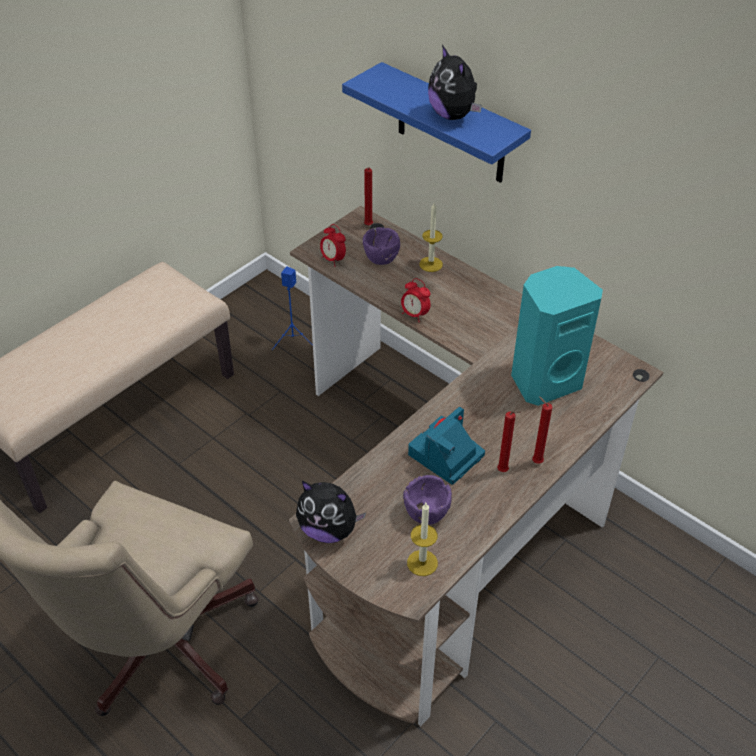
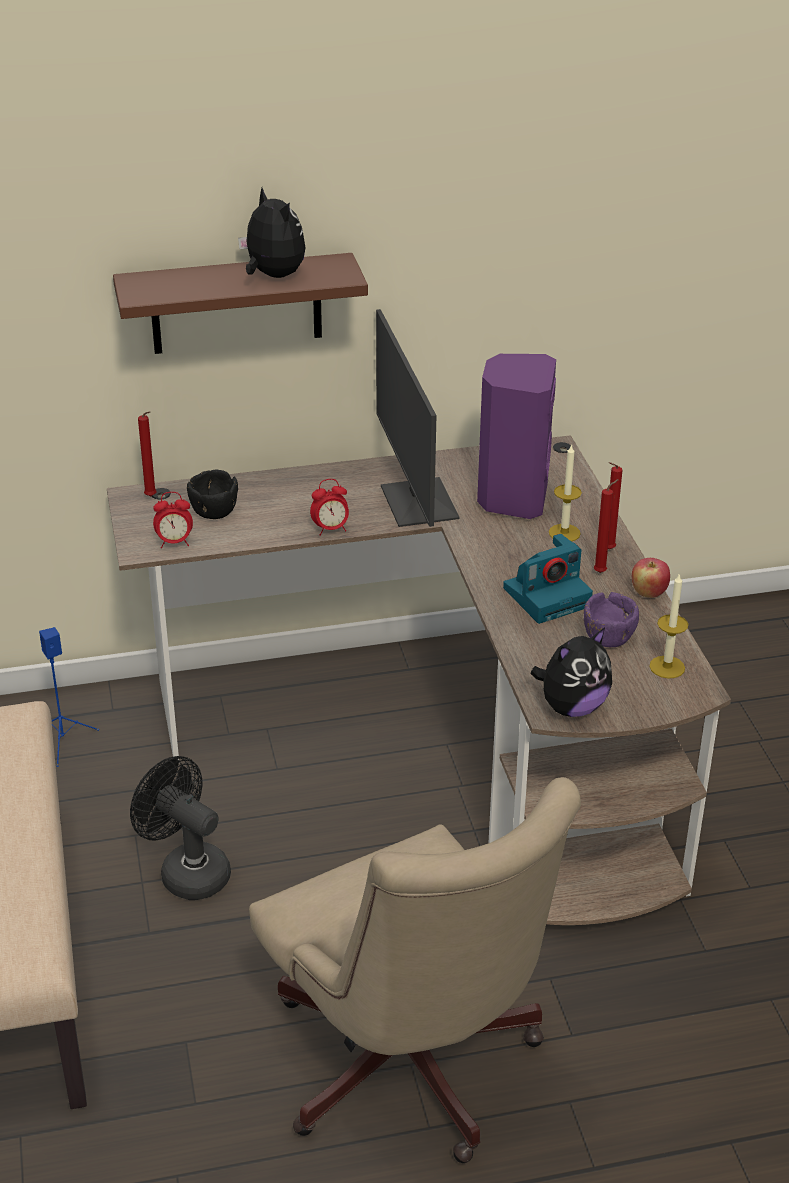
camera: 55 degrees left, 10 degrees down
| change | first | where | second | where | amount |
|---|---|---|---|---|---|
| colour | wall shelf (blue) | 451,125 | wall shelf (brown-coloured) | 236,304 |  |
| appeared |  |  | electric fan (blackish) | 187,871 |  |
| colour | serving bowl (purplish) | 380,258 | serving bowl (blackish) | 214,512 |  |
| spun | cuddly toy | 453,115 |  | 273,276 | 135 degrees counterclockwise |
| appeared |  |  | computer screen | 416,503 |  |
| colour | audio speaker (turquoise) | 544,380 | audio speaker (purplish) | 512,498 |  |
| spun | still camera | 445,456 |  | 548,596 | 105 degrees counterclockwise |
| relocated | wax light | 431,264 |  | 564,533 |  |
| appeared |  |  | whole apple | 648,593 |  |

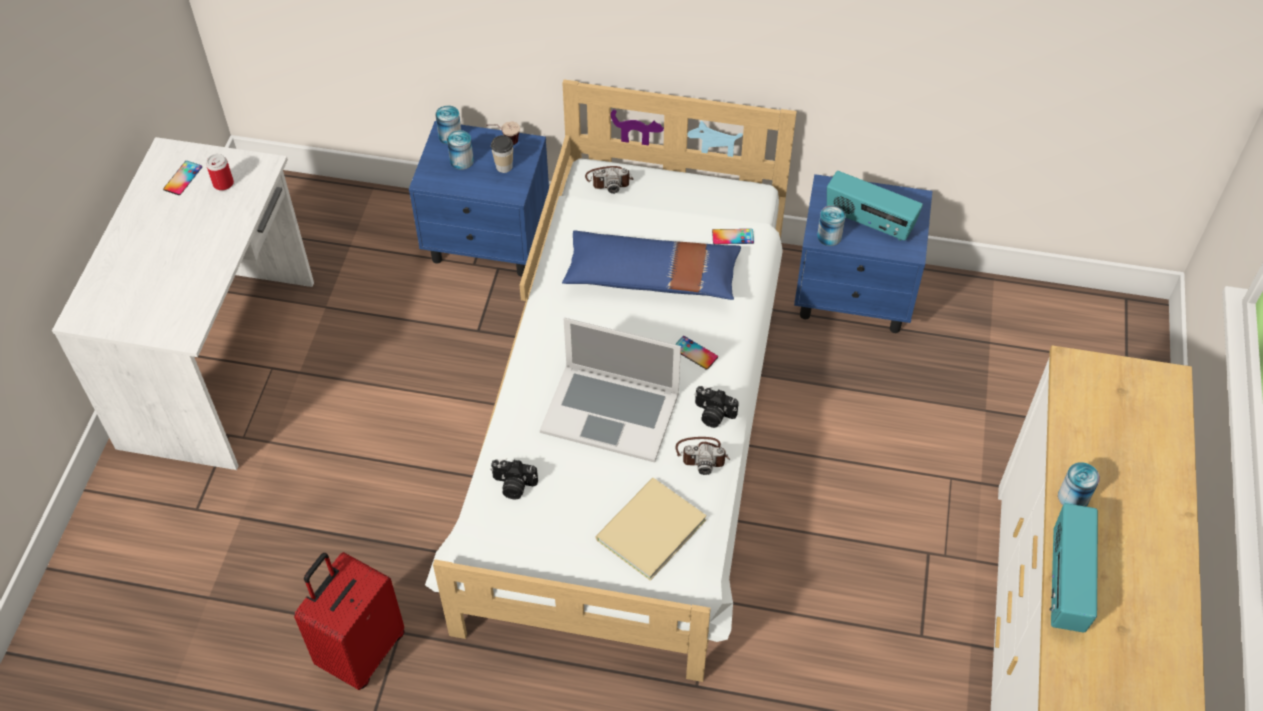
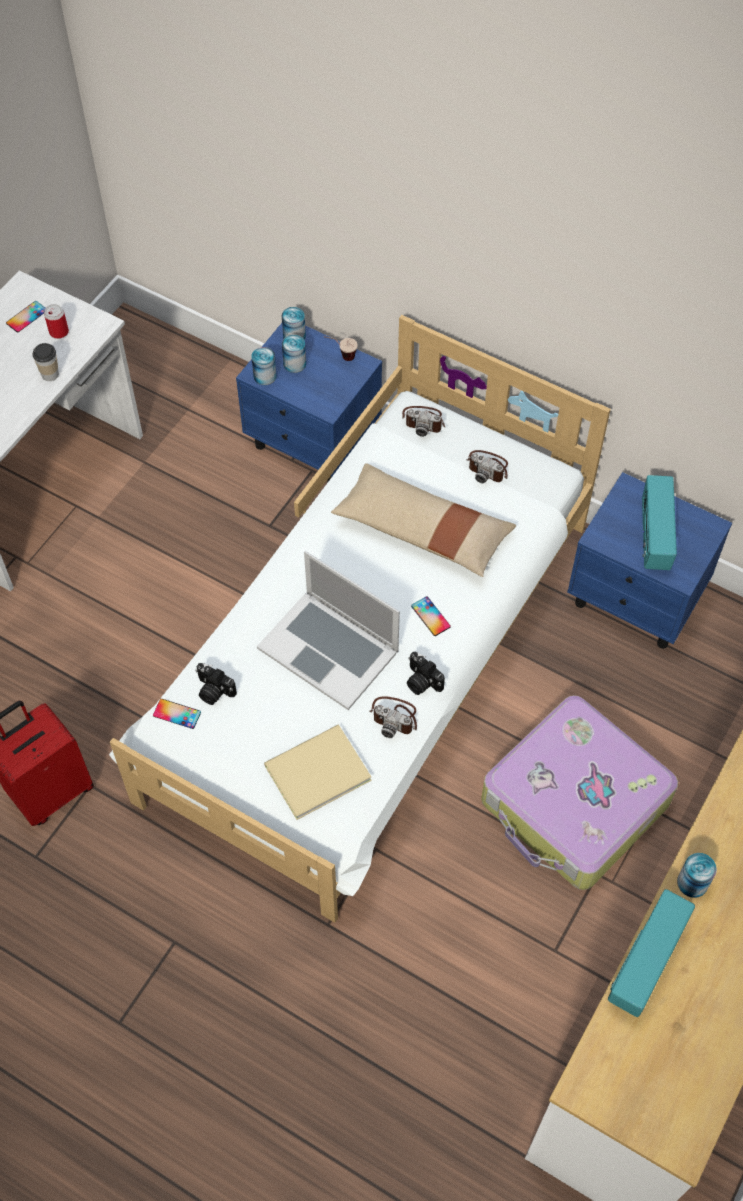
camera: 20 degrees right, 5 degrees up
| change | first | where | second | where | amount |
|---|---|---|---|---|---|
| relocated | small cup | 504,166 |  | 50,374 |  |
| relocated | phone | 733,237 |  | 177,714 |  |
| relocated | sealed can | 829,236 |  | 265,376 |  |
| colour | pillow (blue) | 652,277 | pillow (sand-coloured) | 422,530 |  |
| appeared |  |  | still camera | 488,468 |  |
| appeared |  |  | suitcase | 574,804 |  |
| spun | radio receiver | 869,222 |  | 653,537 | 45 degrees clockwise |

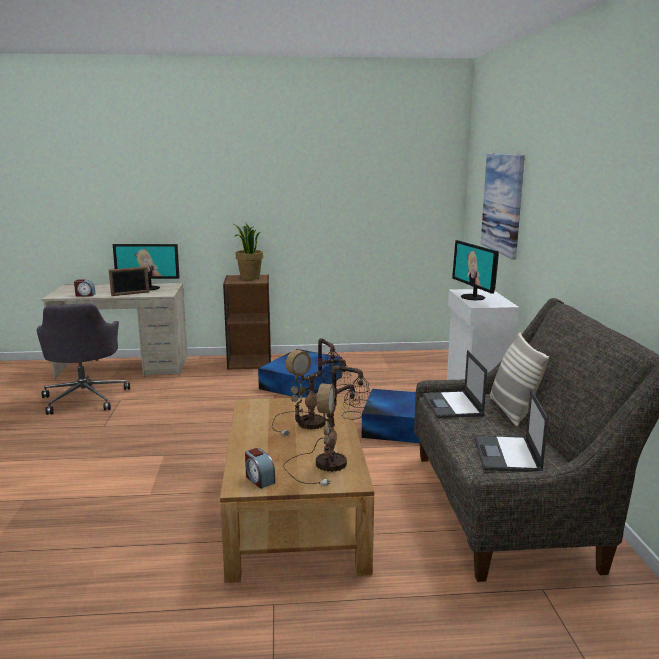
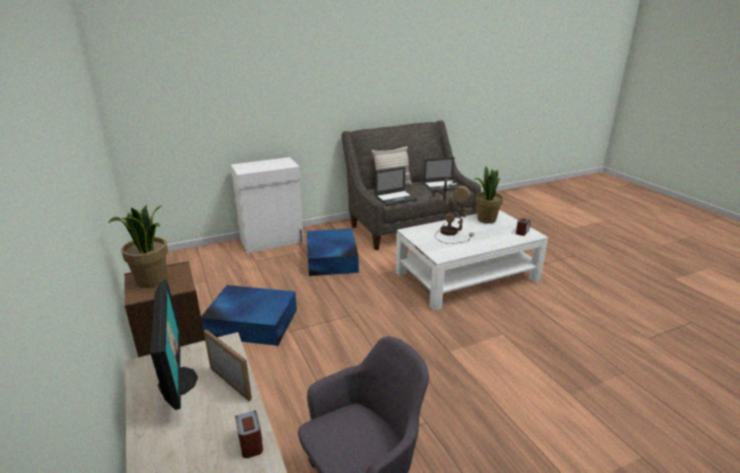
camera: 110 degrees left, 10 degrees up
| change | first | where | second | where | amount |
|---|---|---|---|---|---|
| colour | low table (brown-coloured) | 295,512 | low table (white-coloured) | 467,276 |  |
| exchanged | tabletop lamp | 333,463 | plant in a pot | 486,219 |  |
| missing | computer screen | 473,297 |  |  |  |
| missing | wall art | 502,203 |  |  |  |

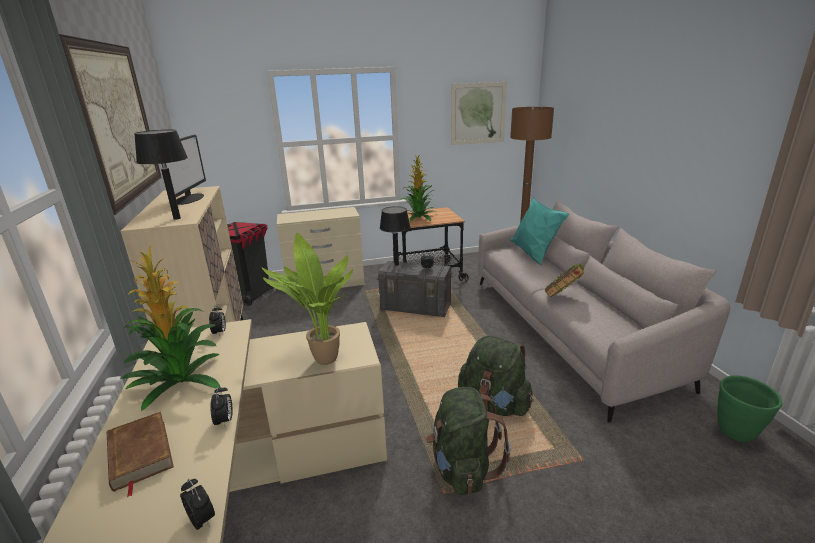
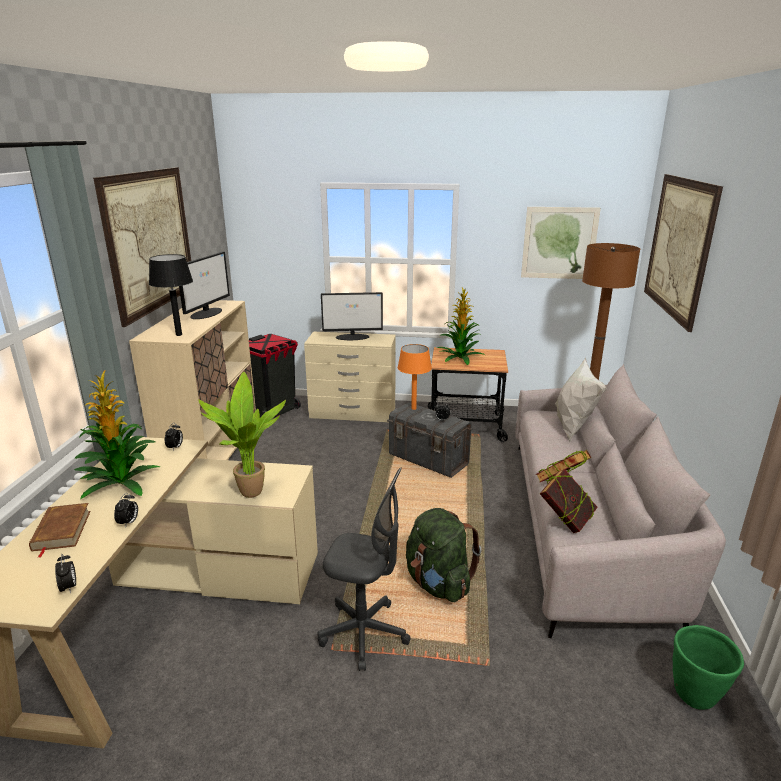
camera: 20 degrees right, 0 degrees up
| change | first | where | second | where | amount |
|---|---|---|---|---|---|
| exchanged | rucksack (greenish) | 462,468 | desk chair (gray) | 364,633 |  |
| appeared |  |  | computer screen | 353,337 |  |
| colour | tabletop lamp (blackish) | 396,264 | tabletop lamp (orangey) | 414,408 |  |
| appeared |  |  | book | 565,521 |  |
| colour | pillow (turquoise) | 533,255 | pillow (white-coloured) | 572,427 |  |
| appeared |  |  | wall art | 678,247 |  |

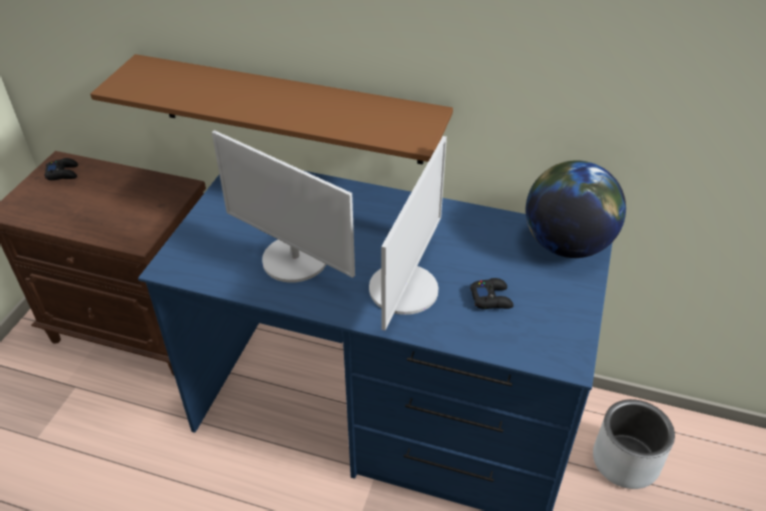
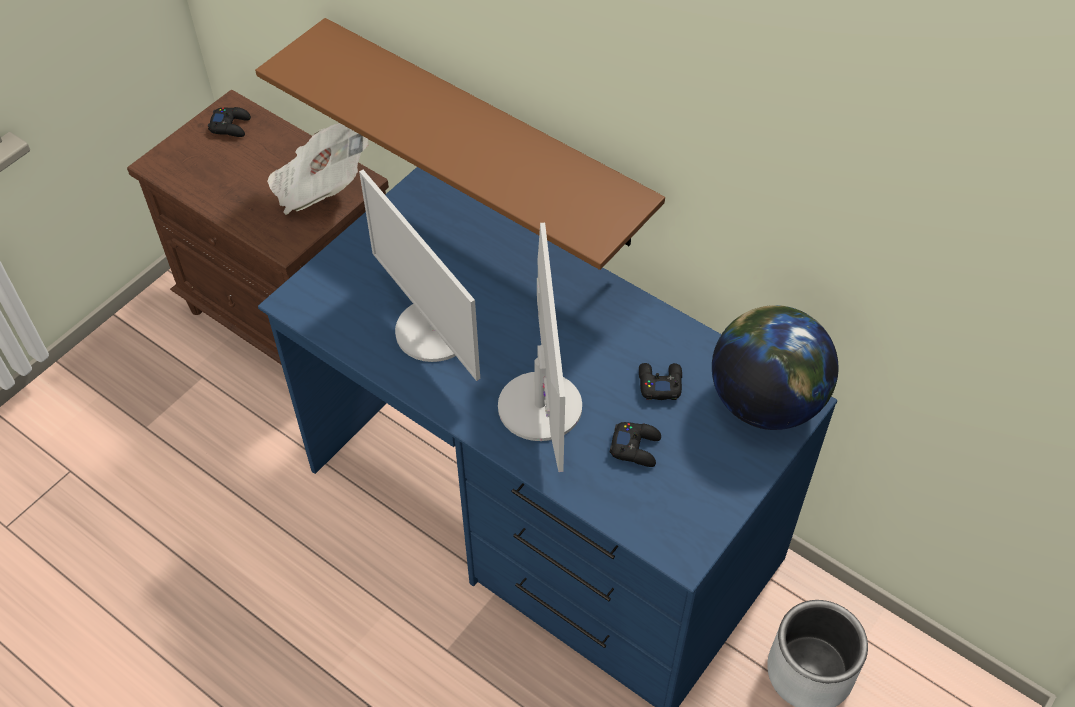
camera: 20 degrees right, 10 degrees up
| change | first | where | second | where | amount |
|---|---|---|---|---|---|
| appeared |  |  | printed paper | 319,187 |  |
| spun | computer screen | 404,289 |  | 541,406 | 45 degrees counterclockwise |
| appeared |  |  | gamepad (blackish) | 659,383 |  |

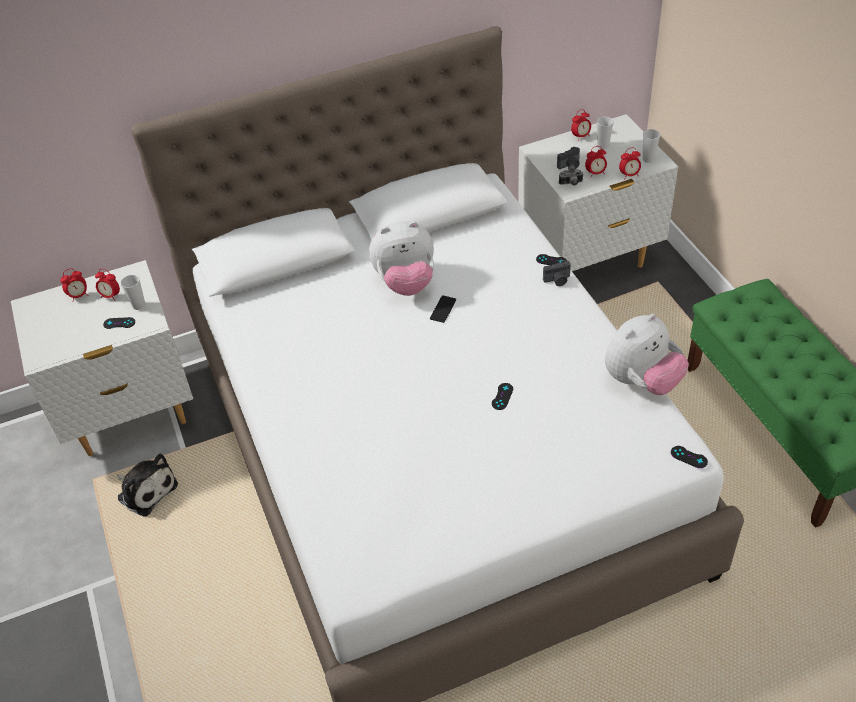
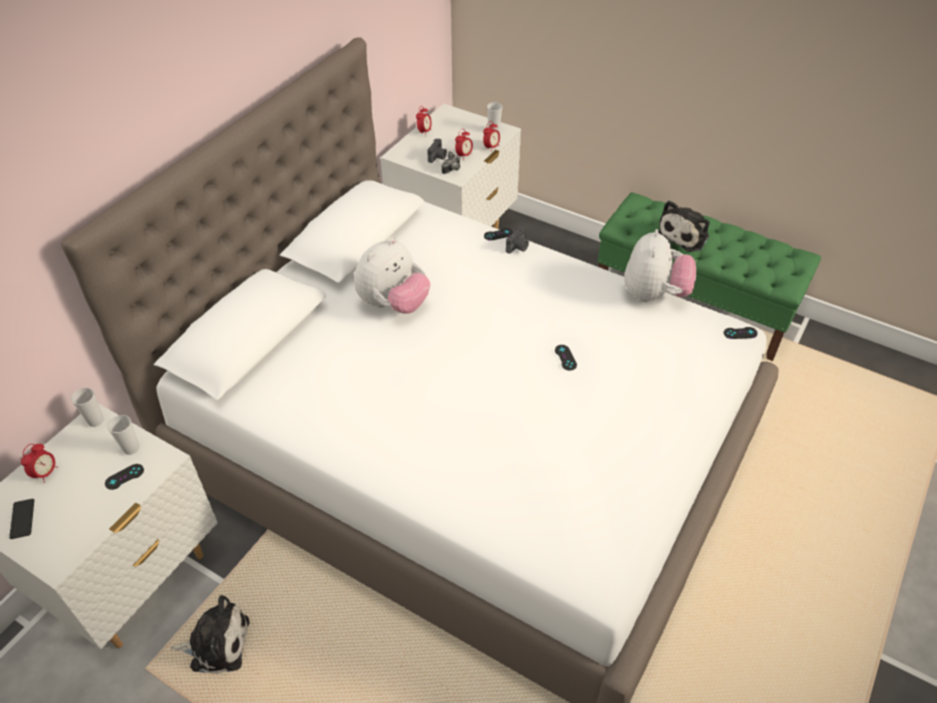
camera: 40 degrees left, 0 degrees up
| change | first | where | second | where | amount |
|---|---|---|---|---|---|
| relocated | phone | 443,309 |  | 22,519 |  |
| relocated | small cup | 603,146 |  | 95,421 |  |
| appeared |  |  | cuddly toy | 684,235 |  |
| missing | bedside clock | 111,296 |  |  |  |

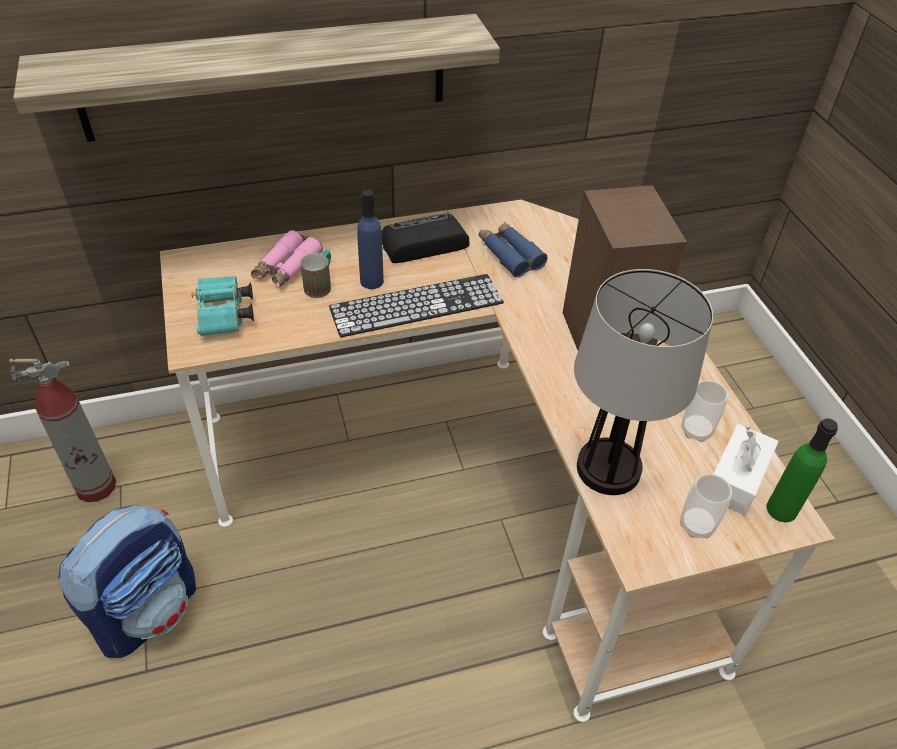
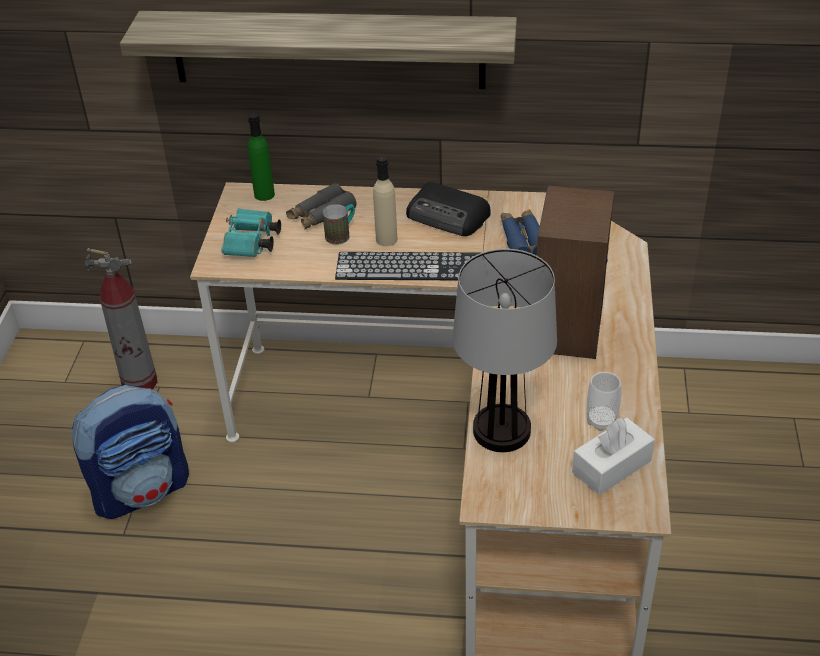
camera: 25 degrees right, 5 degrees down
| change | first | where | second | where | amount |
|---|---|---|---|---|---|
| relocated | beverage bottle (greenish) | 781,509 |  | 264,194 |  |
| colour | pair of binoculars (pink-coloured) | 287,268 | pair of binoculars (gray) | 321,215 |  |
| colour | beverage bottle (blue) | 371,281 | beverage bottle (sand-coloured) | 386,239 |  |
| spun | radio receiver | 422,244 |  | 448,216 | 150 degrees counterclockwise |
| missing | small cup | 696,525 |  |  |  |

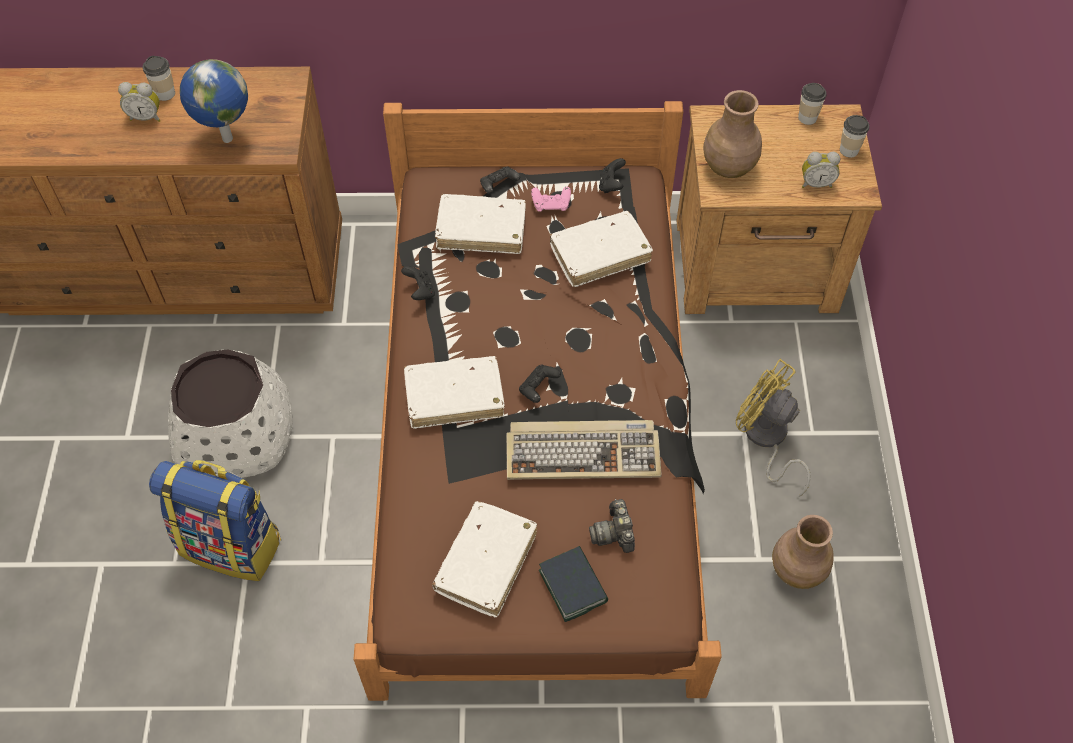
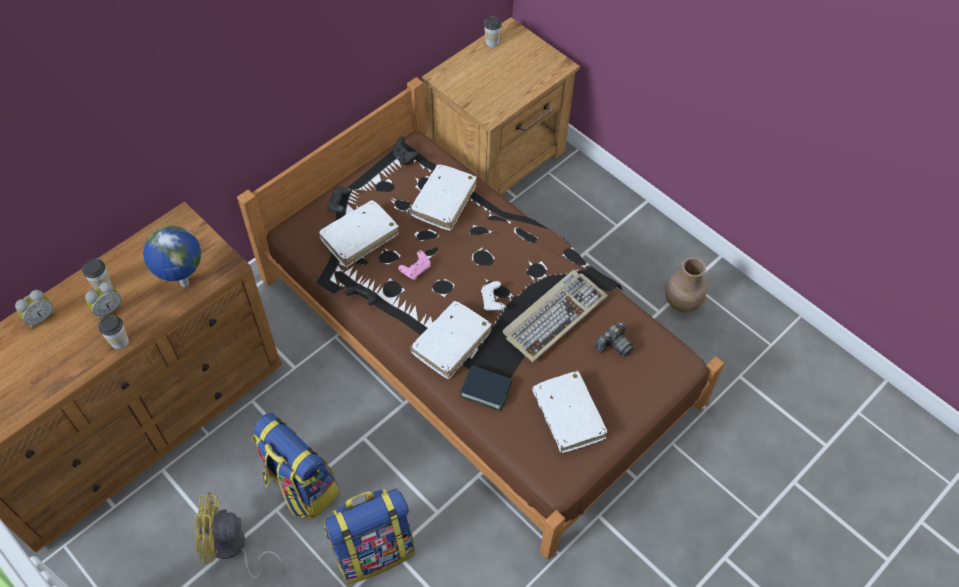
camera: 45 degrees left, 0 degrees up
| change | first | where | second | where | amount |
|---|---|---|---|---|---|
| relocated | bedside clock | 816,183 |  | 40,317 |  |
| relocated | small cup | 848,150 |  | 119,342 |  |
| relocated | electric fan (yellowish) | 766,439 |  | 232,548 |  |
| exchanged | plant pot (white-coloured) | 235,433 | rucksack | 300,486 |  |
| relocated | gamepad (pink-coloured) | 551,205 |  | 416,269 |  |
| relocated | book | 573,586 |  | 486,390 |  |
| colour | gamepad (blackish) | 538,388 | gamepad (white-coloured) | 492,301 |  |
| spun | still camera | 614,533 |  | 614,345 | 75 degrees counterclockwise |
| missing | decorative vase (brown-coloured) | 728,168 |  |  |  |

